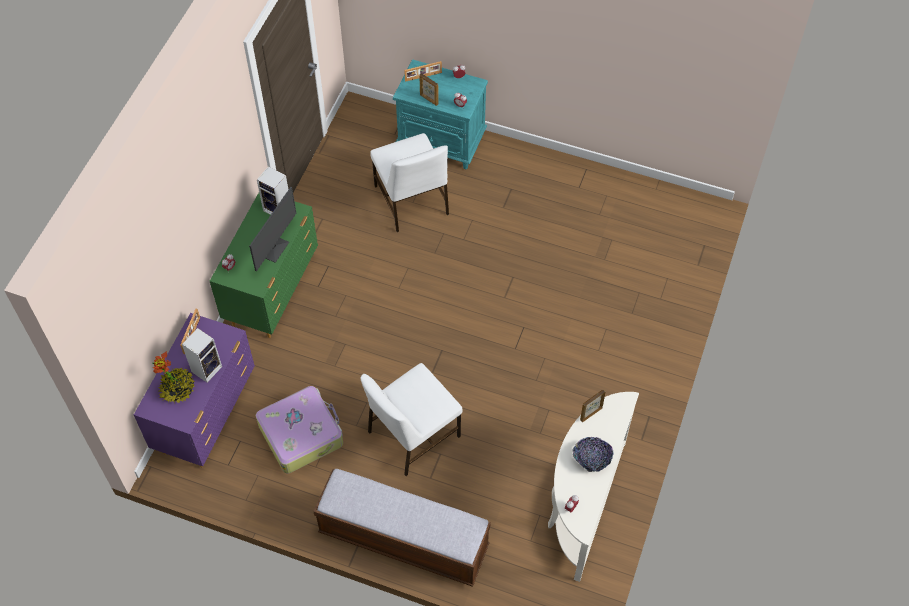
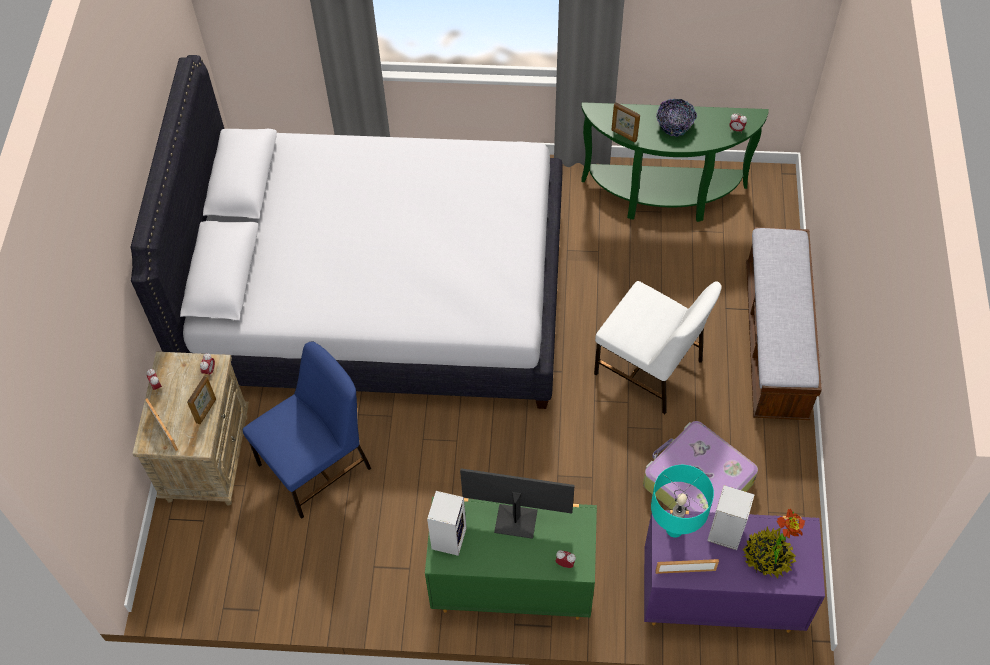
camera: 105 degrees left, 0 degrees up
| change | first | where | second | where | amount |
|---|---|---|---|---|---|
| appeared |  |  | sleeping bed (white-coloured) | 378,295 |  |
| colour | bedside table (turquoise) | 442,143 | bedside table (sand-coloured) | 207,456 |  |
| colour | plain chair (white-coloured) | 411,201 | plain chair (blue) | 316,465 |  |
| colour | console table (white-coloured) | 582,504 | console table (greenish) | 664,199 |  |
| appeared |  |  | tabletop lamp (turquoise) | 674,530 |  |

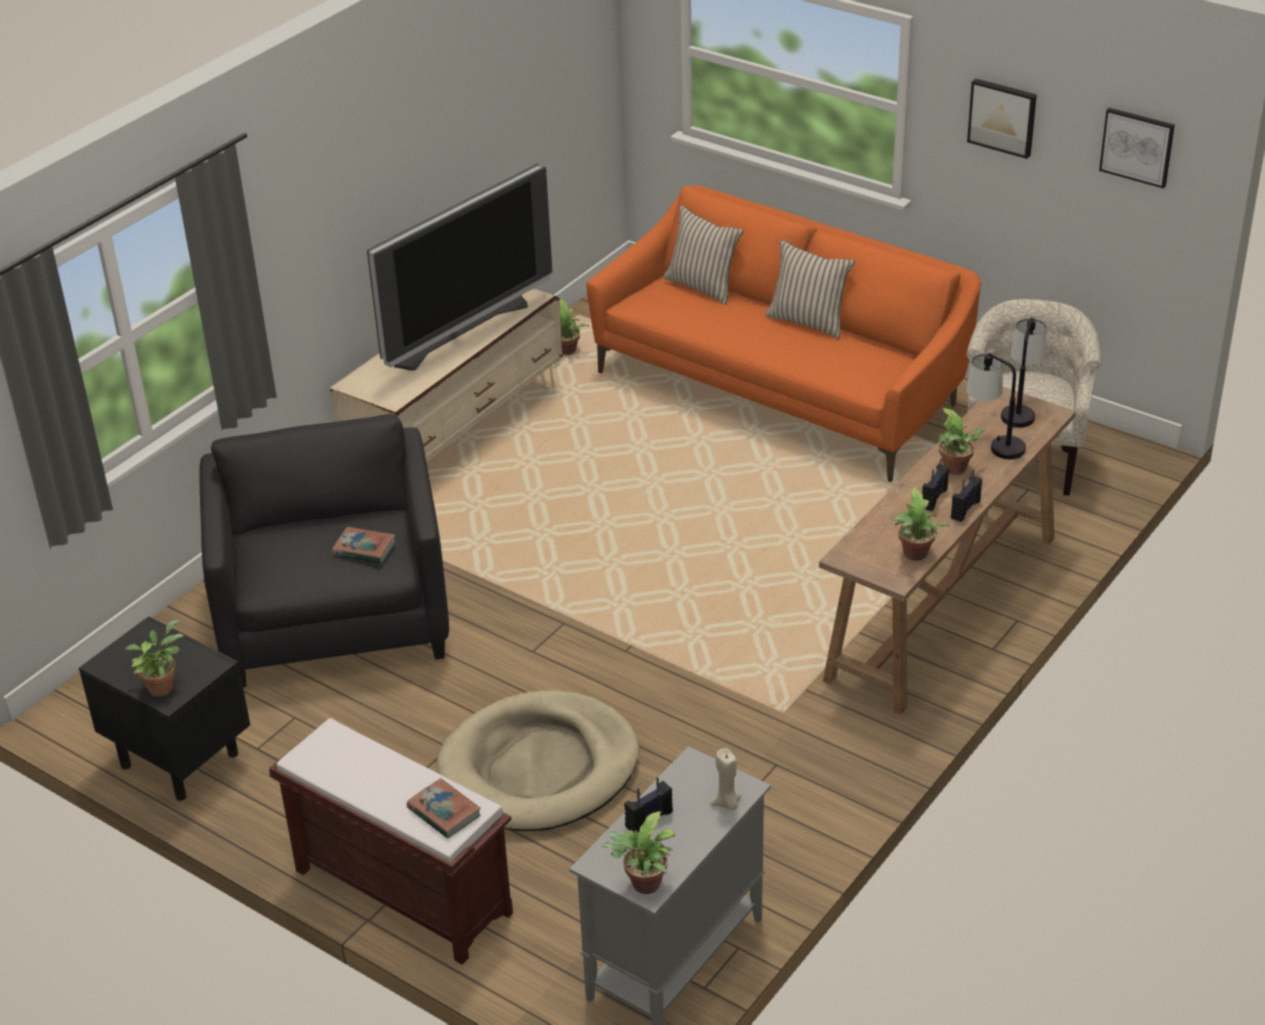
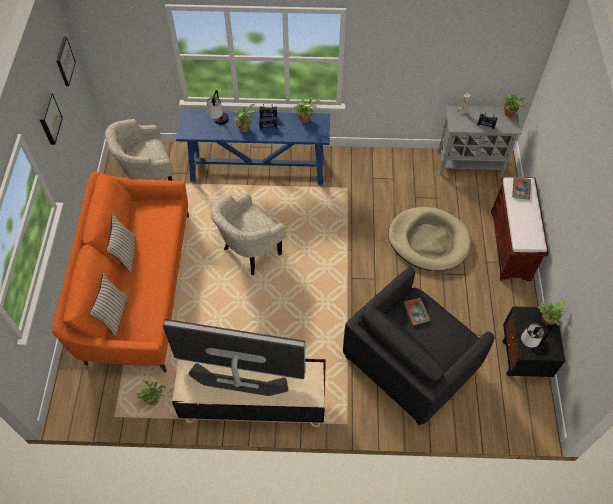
camera: 125 degrees left, 20 degrees up
| change | first | where | second | where | amount |
|---|---|---|---|---|---|
| colour | console table (brown-coloured) | 942,608 | console table (blue) | 258,169 |  |
| appeared |  |  | armchair (sand-coloured) | 249,253 |  |
| relocated | tabletop lamp | 1020,409 |  | 531,349 |  |

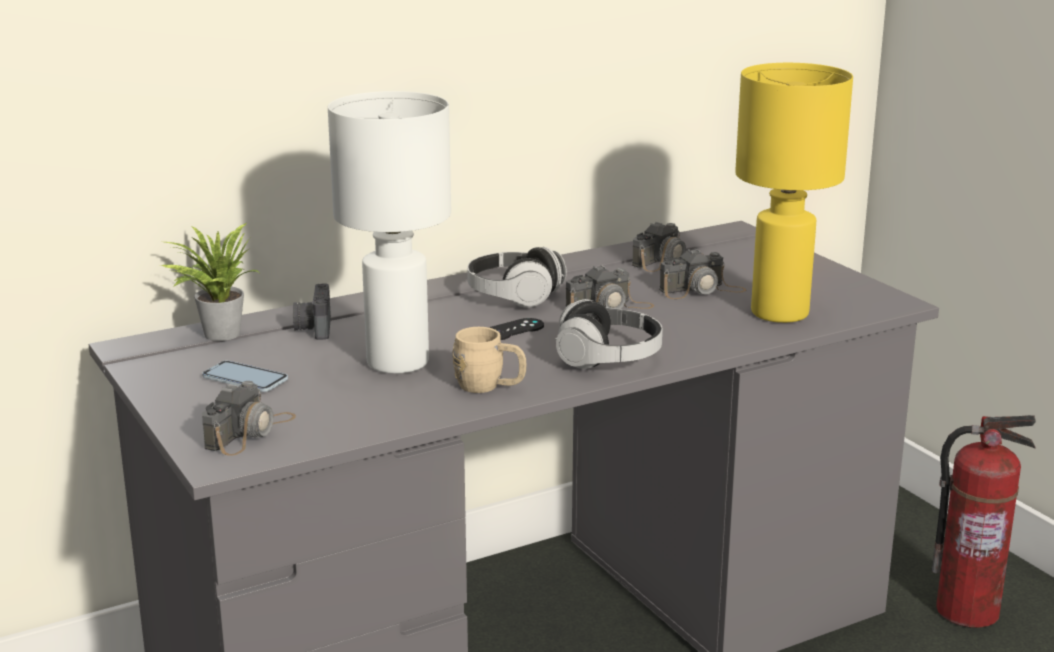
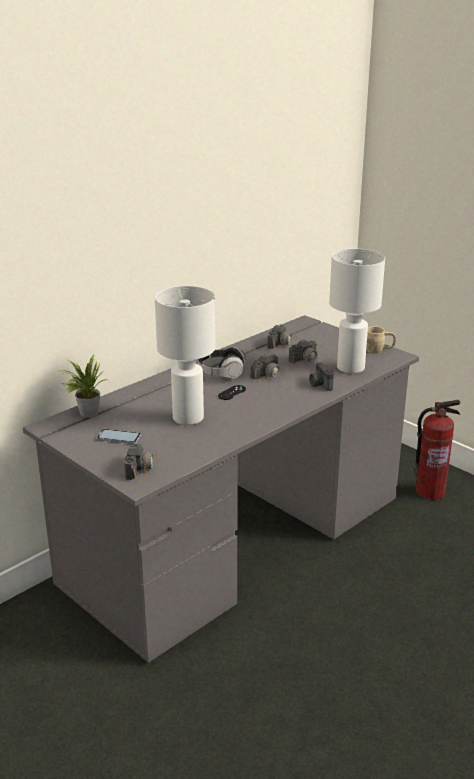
camera: 15 degrees left, 5 degrees up
| change | first | where | second | where | amount |
|---|---|---|---|---|---|
| relocated | still camera | 313,328 |  | 319,385 |  |
| colour | tabletop lamp (yellowish) | 778,313 | tabletop lamp (white-coloured) | 350,368 |  |
| relocated | tea mug (sand-coloured) | 489,387 |  | 378,350 |  |
| missing | pair of headphones | 608,359 |  |  |  |

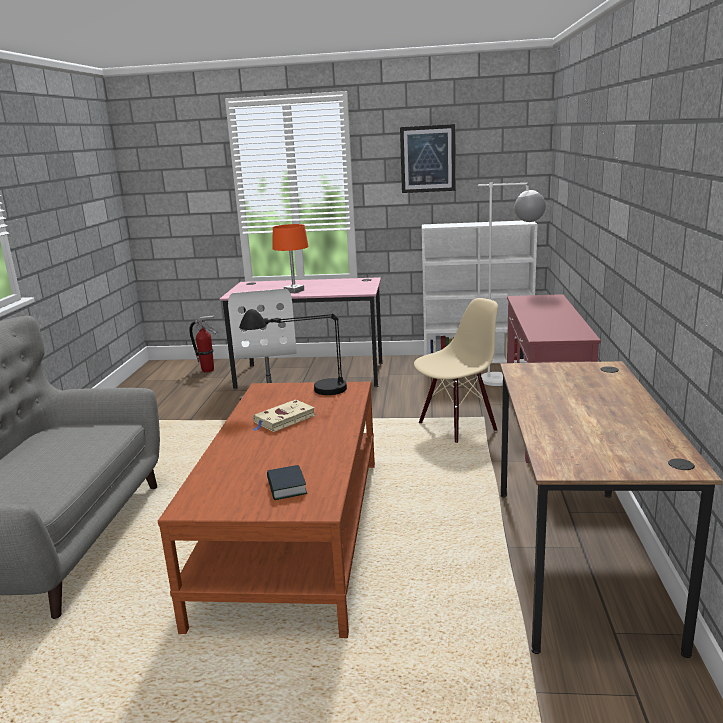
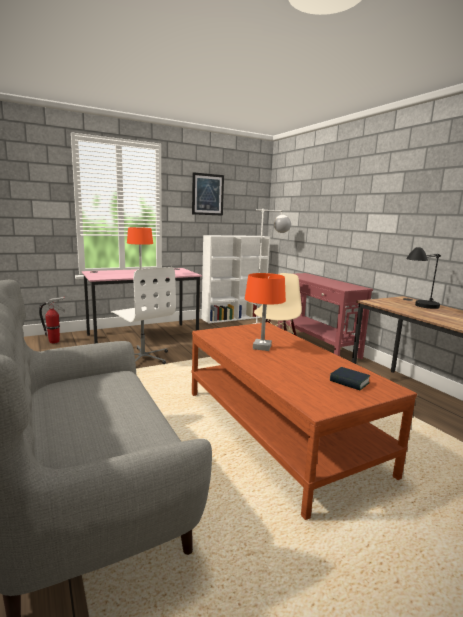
camera: 35 degrees left, 5 degrees down
| change | first | where | second | where | amount |
|---|---|---|---|---|---|
| exchanged | book (sand-coloured) | 283,420 | tabletop lamp (orangey) | 262,347 |  |
| relocated | tabletop lamp (blackish) | 301,392 |  | 419,309 |  |

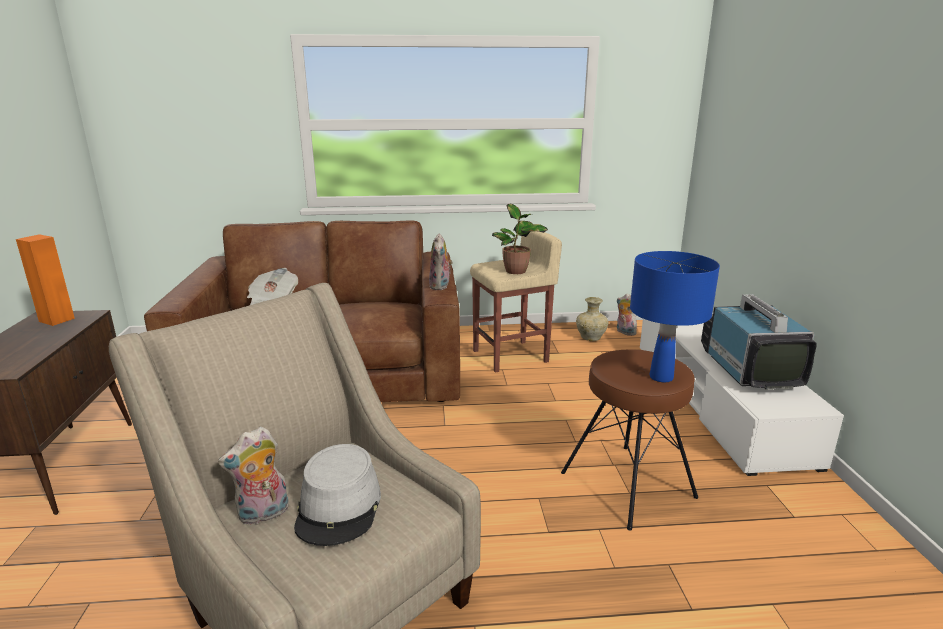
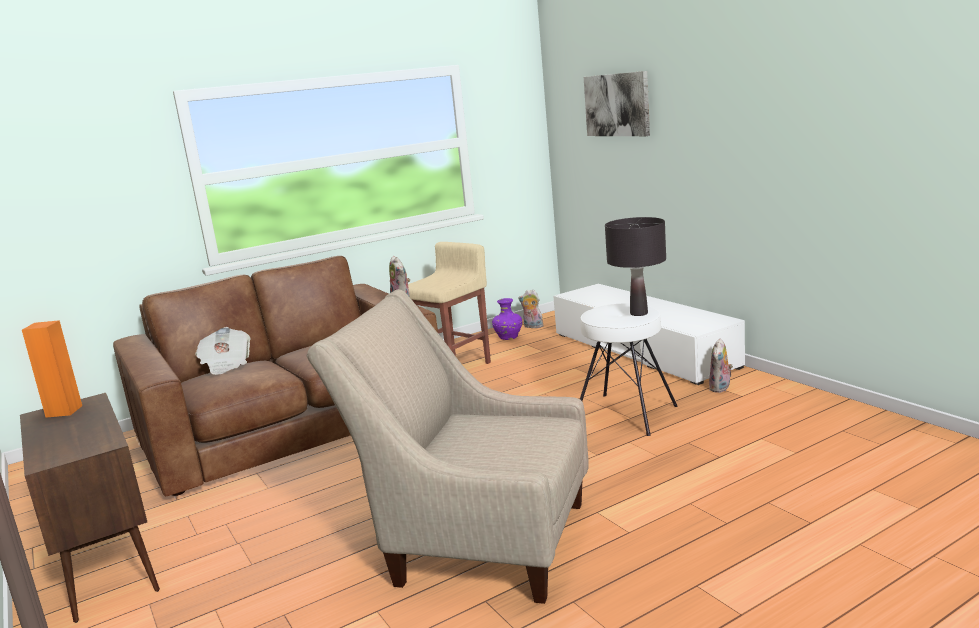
camera: 25 degrees left, 5 degrees down
| change | first | where | second | where | amount |
|---|---|---|---|---|---|
| colour | decorative vase (sand-coloured) | 591,338 | decorative vase (purplish) | 508,337 |  |
| colour | stool seat (brown-coloured) | 628,484 | stool seat (white-coloured) | 625,413 |  |
| appeared |  |  | wall art | 617,105 |  |
| colour | tabletop lamp (blue) | 661,377 | tabletop lamp (blackish) | 638,313 |  |
| relocated | cuddly toy | 263,514 |  | 721,388 |  |
| missing | clothing hat (gray) | 339,507 |  |  |  |
| missing | plant in a pot | 517,271 |  |  |  |
| missing | TV | 748,369 |  |  |  |

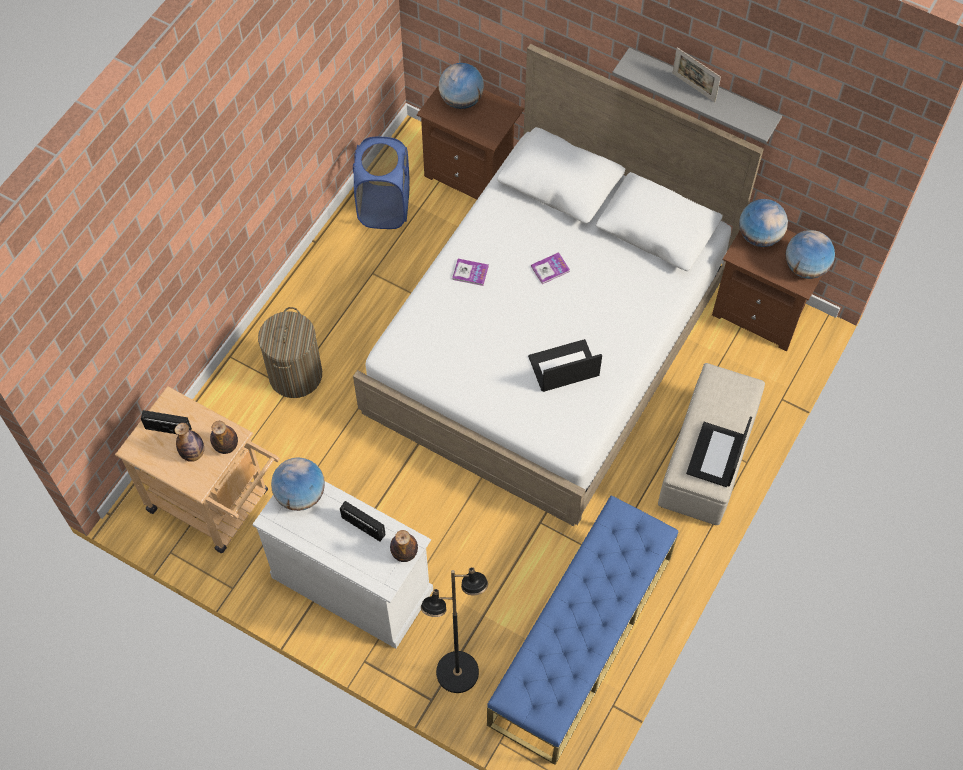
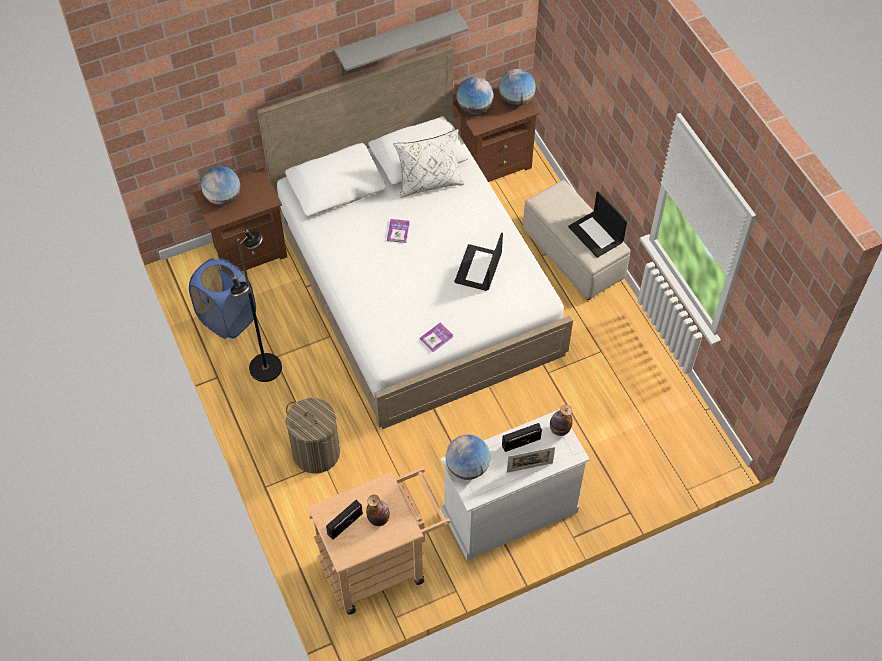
camera: 55 degrees left, 5 degrees down
| change | first | where | second | where | amount |
|---|---|---|---|---|---|
| relocated | standard lamp (blackish) | 457,673 |  | 266,368 |  |
| appeared |  |  | pillow (white-coloured) | 429,183 |  |
| relocated | book | 470,273 |  | 436,337 |  |
| relocated | photo frame | 693,87 |  | 529,467 |  |
| missing | beverage bottle | 226,446 |  |  |  |
| missing | indoor bench (blue) | 581,640 |  |  |  |

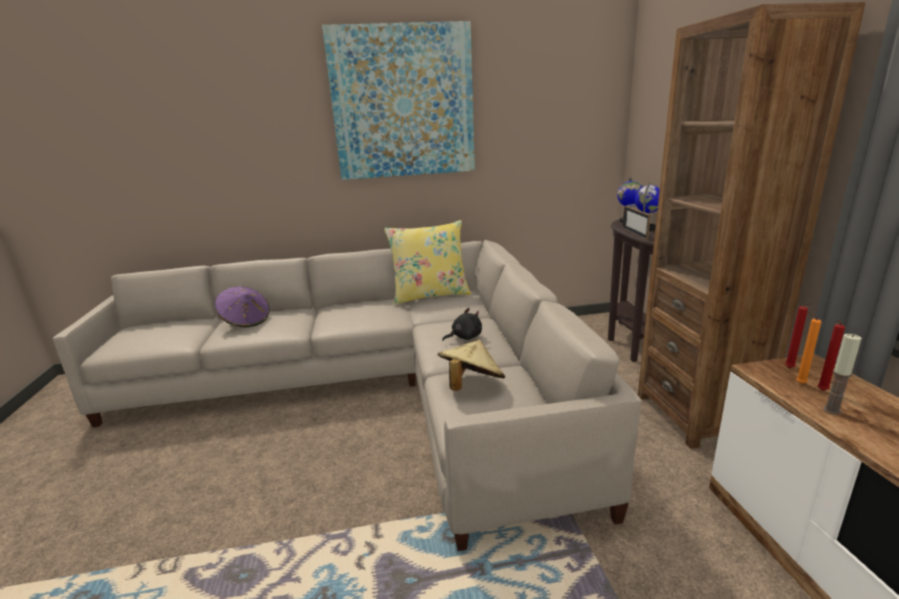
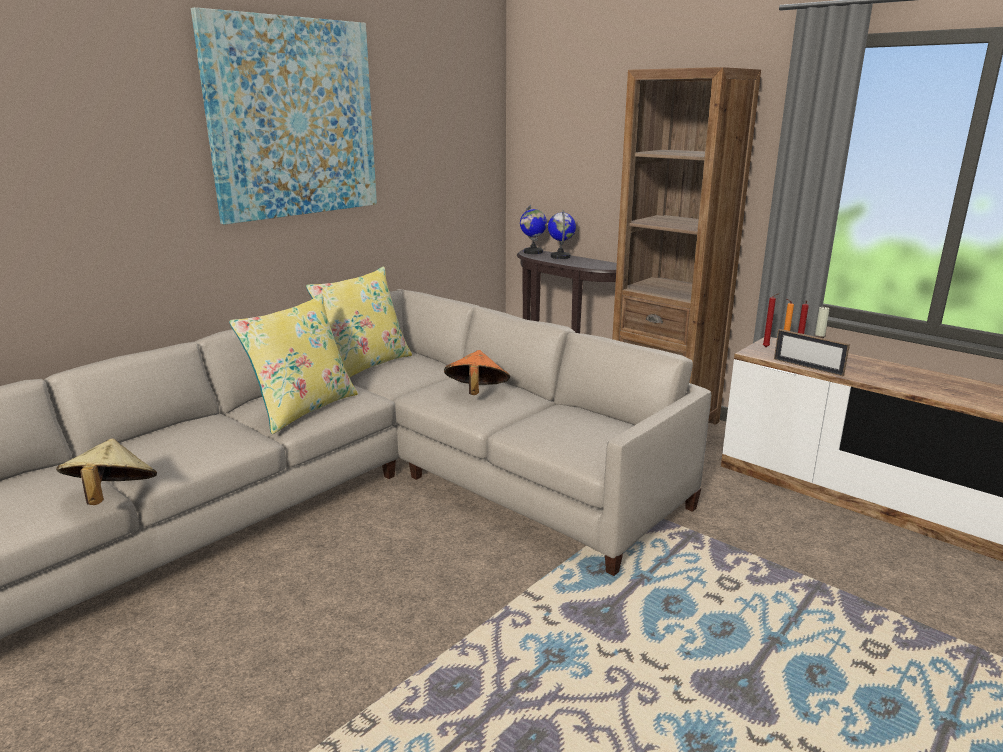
camera: 40 degrees left, 0 degrees up
| change | first | where | second | where | amount |
|---|---|---|---|---|---|
| relocated | clothing hat (sand-coloured) | 471,385 |  | 112,497 |  |
| appeared |  |  | pillow (yellowish) | 303,409 |  |
| exchanged | cuddly toy (blackish) | 464,337 | clothing hat (orangey) | 476,393 |  |
| relocated | photo frame | 634,233 |  | 807,367 |  |
| missing | clothing hat (purplish) | 246,321 |  |  |  |

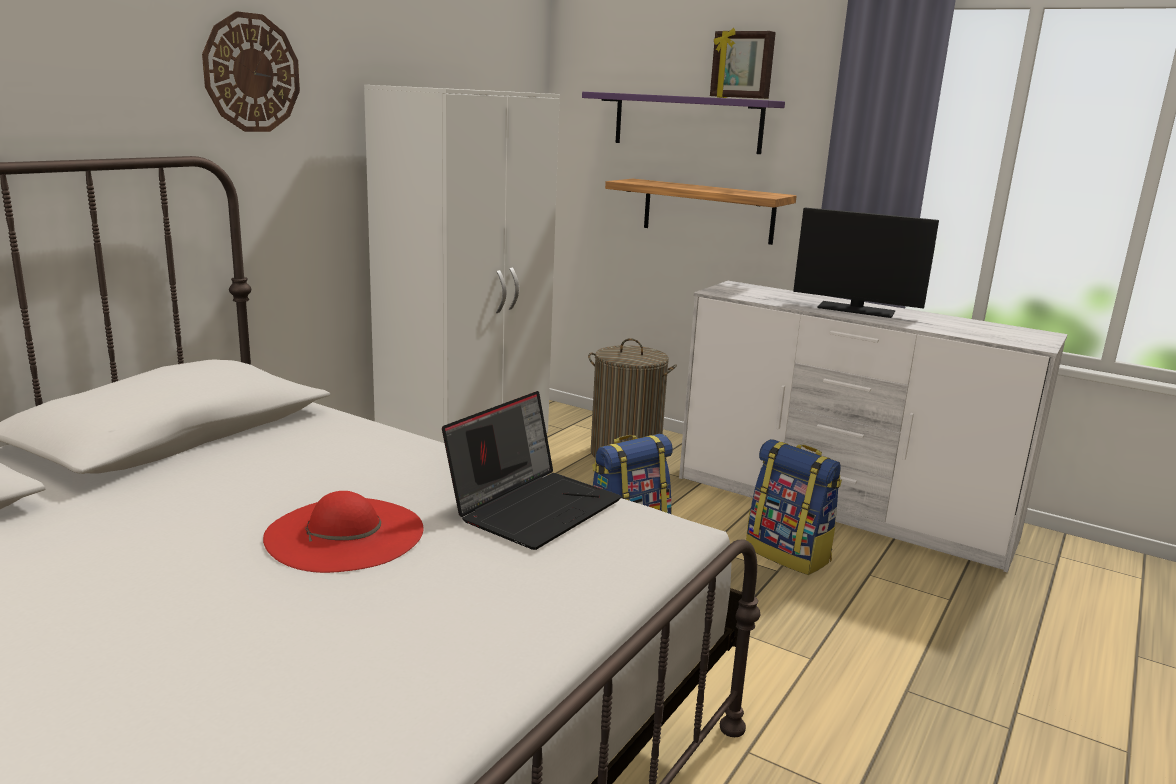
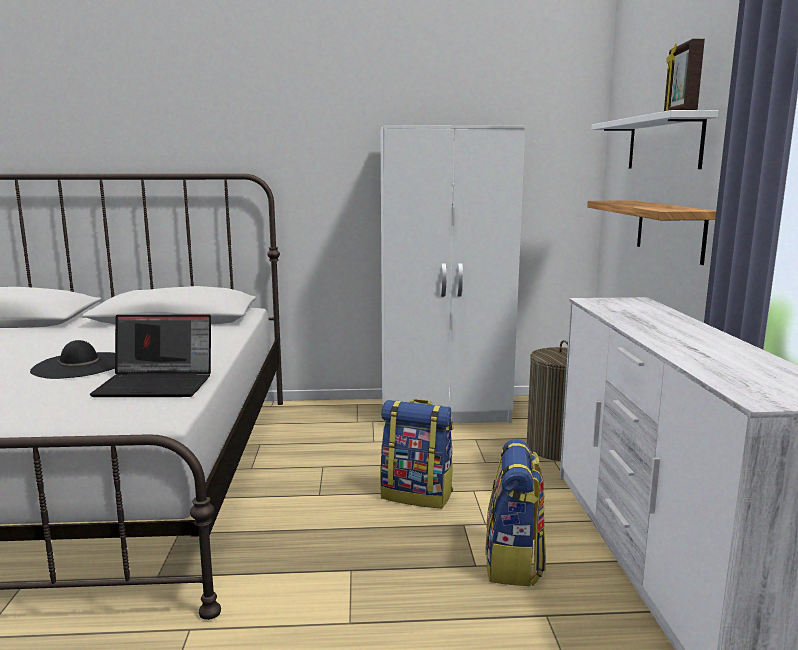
camera: 55 degrees right, 5 degrees down
| change | first | where | second | where | amount |
|---|---|---|---|---|---|
| colour | clothing hat (red-coloured) | 345,534 | clothing hat (blackish) | 80,365 |  |
| colour | wall shelf (purplish) | 687,122 | wall shelf (white-coloured) | 664,143 |  |
| missing | hanging clock | 251,73 |  |  |  |
| missing | computer screen | 856,309 |  |  |  |

